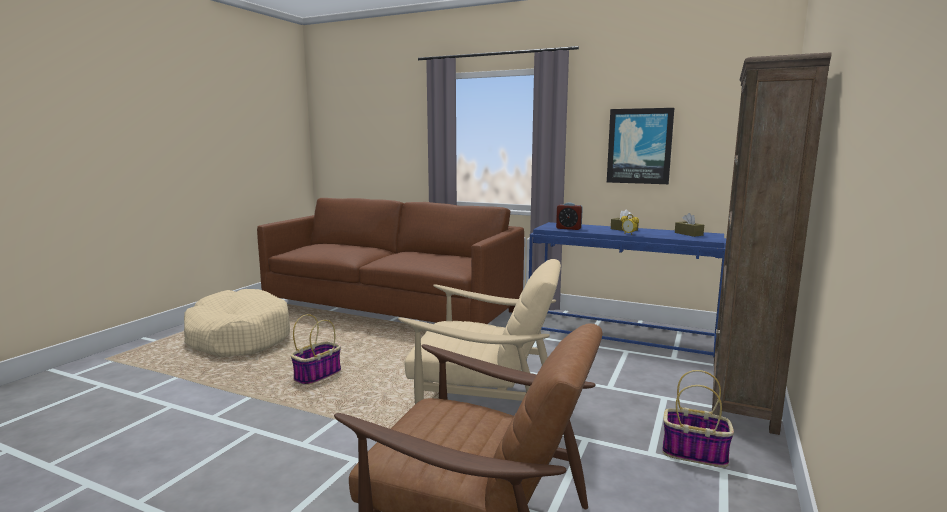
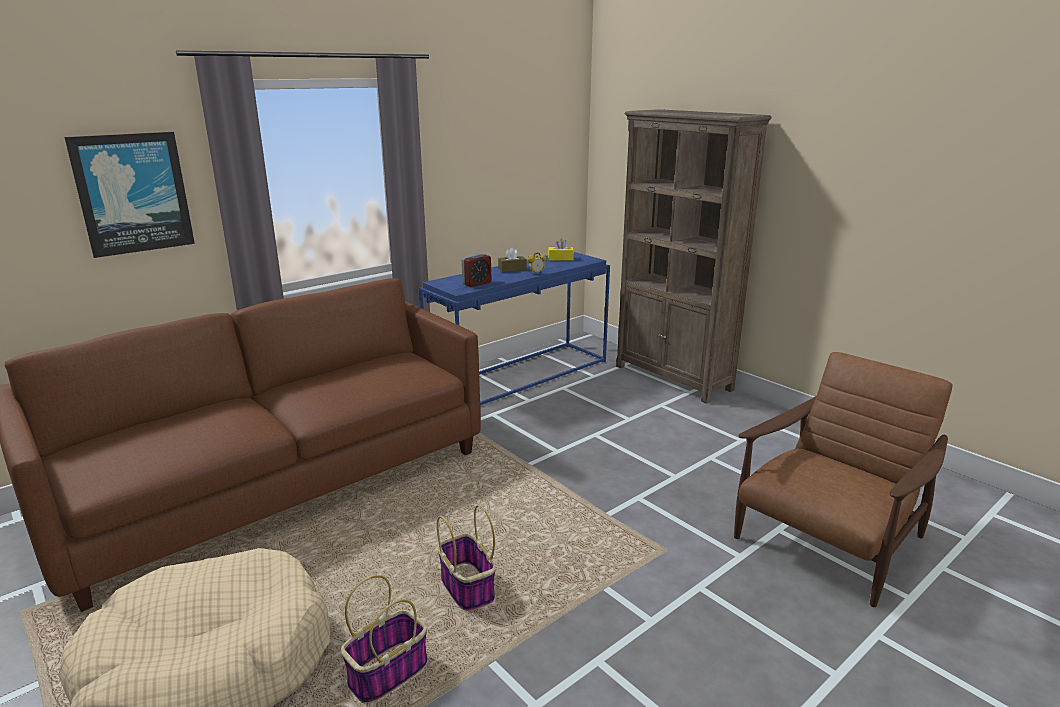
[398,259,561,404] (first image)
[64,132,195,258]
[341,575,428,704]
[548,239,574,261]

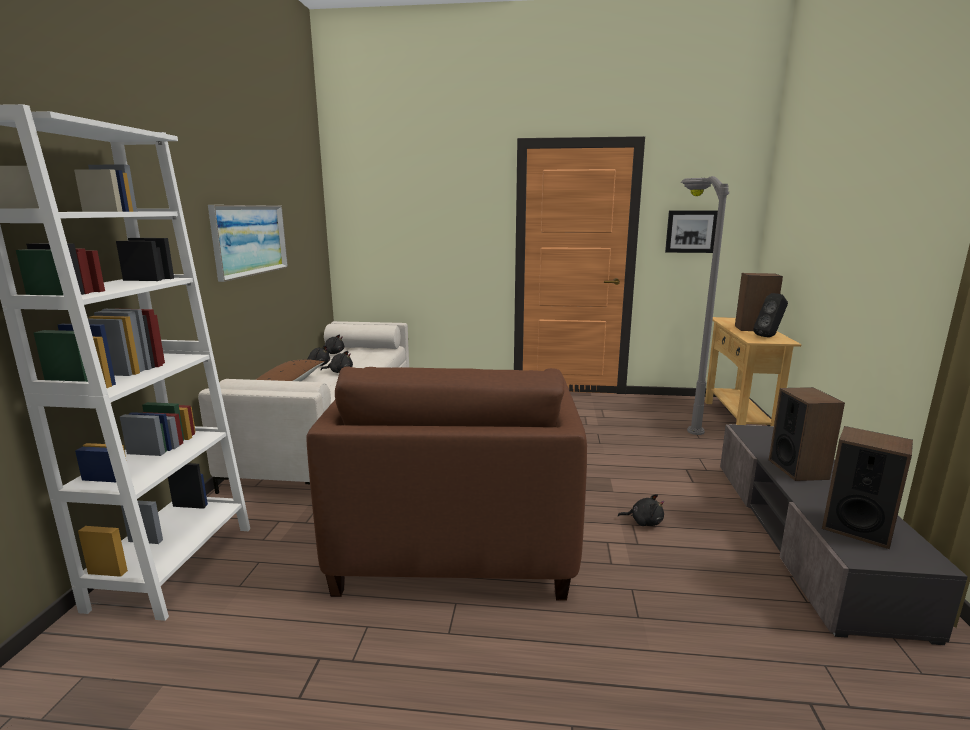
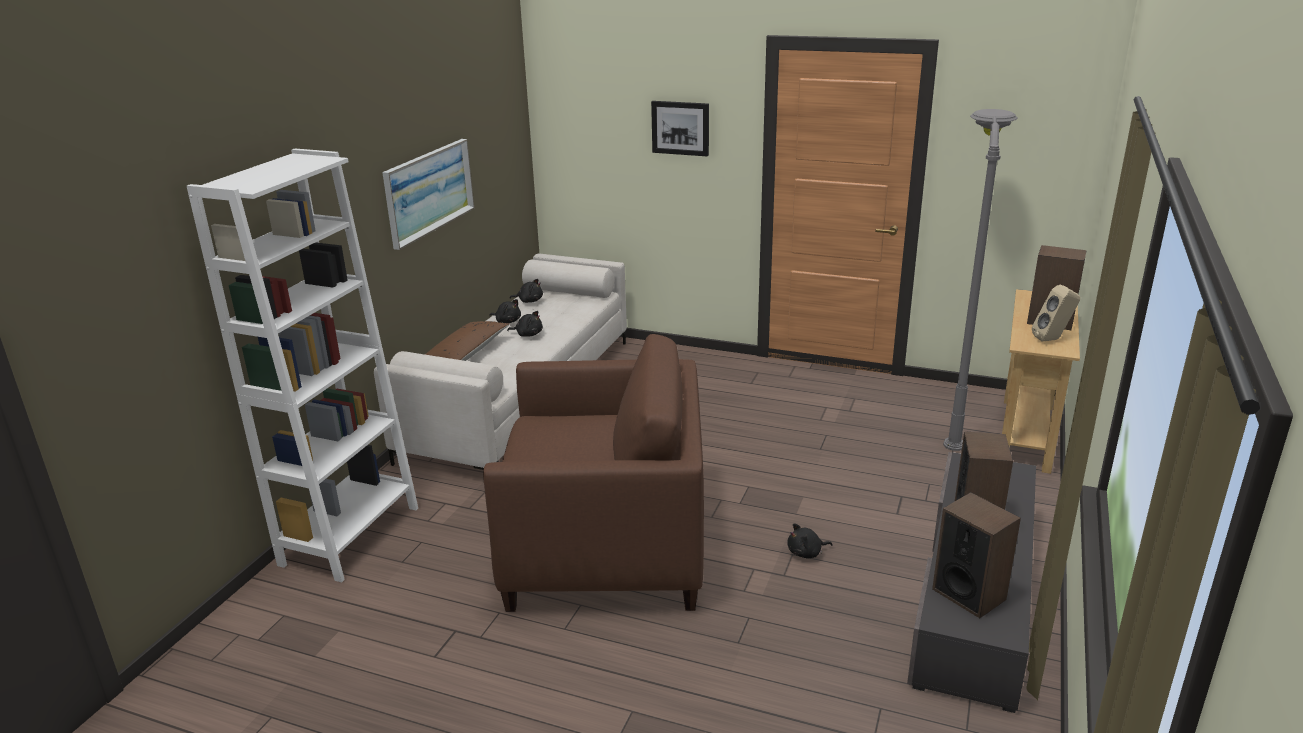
[483,334,704,612]
[787,523,833,558]
[651,101,709,156]
[1032,285,1080,341]

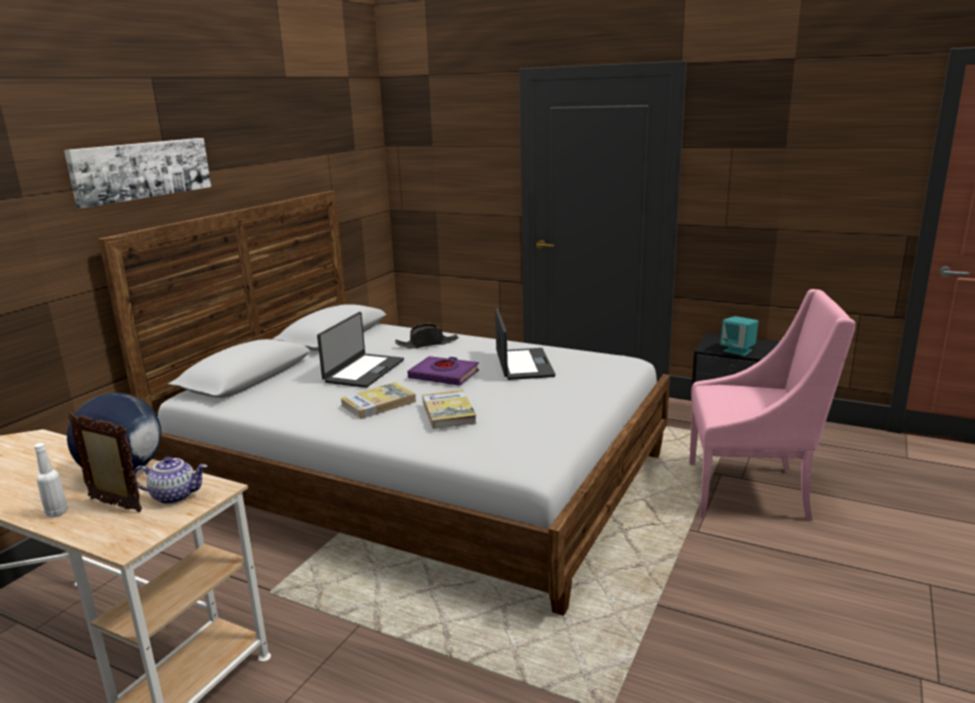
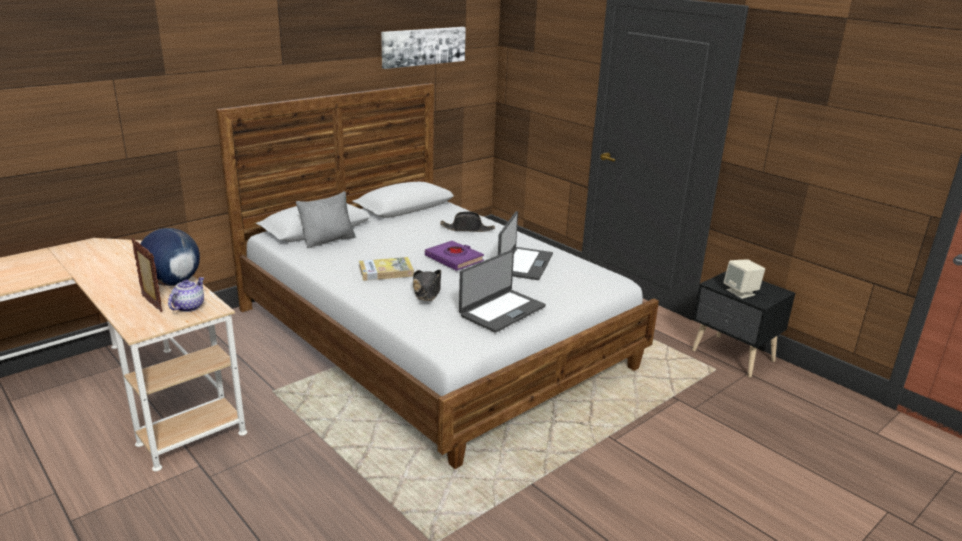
[34,443,68,517] (first image)
[381,27,466,69]
[168,277,204,312]
[459,250,546,333]
[413,270,441,301]
[689,289,856,521] (first image)
[724,259,765,299]
[296,191,355,248]

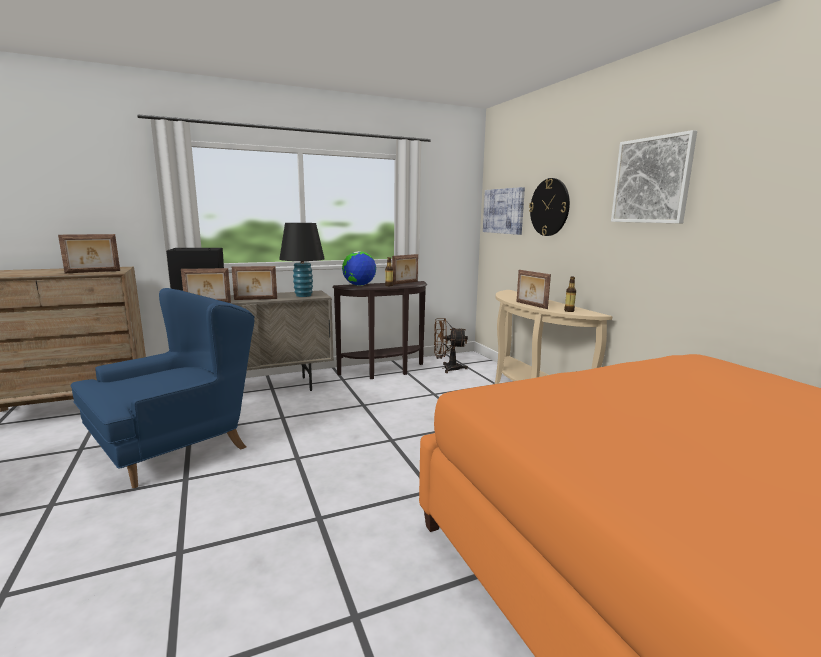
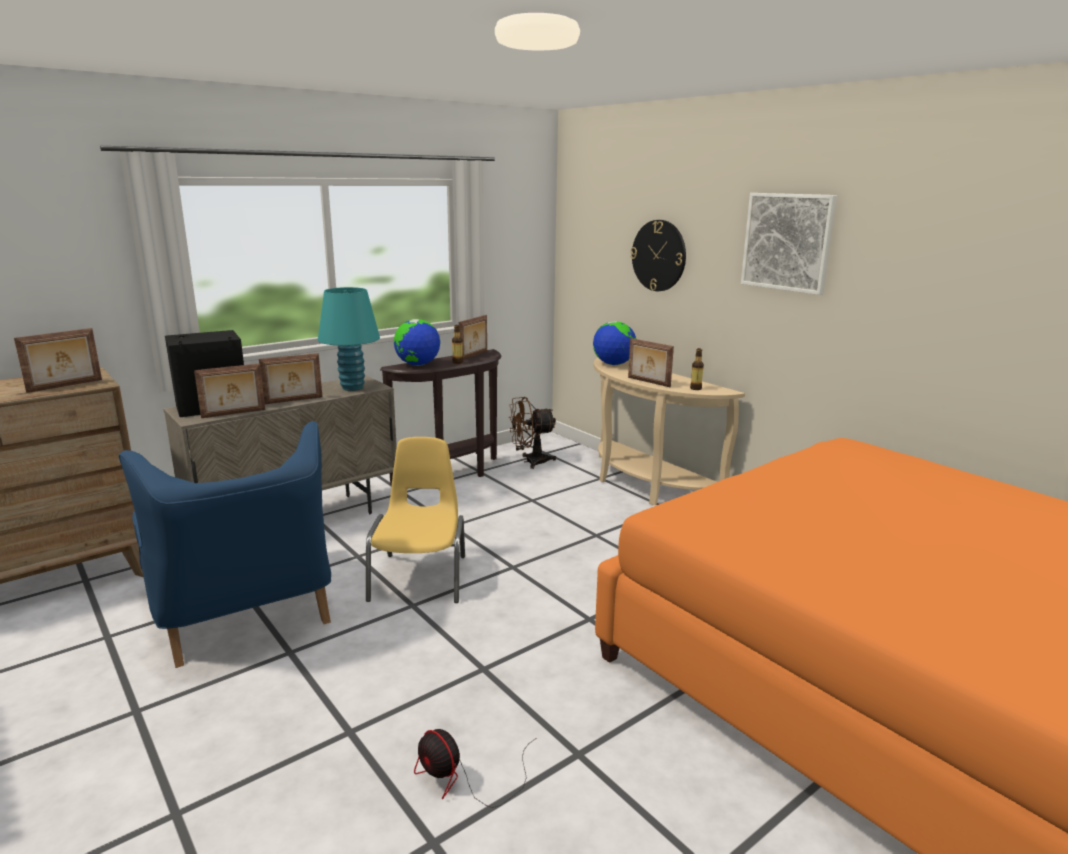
[119,421,331,668]
[318,287,380,391]
[483,187,525,235] (first image)
[366,437,465,603]
[414,729,536,808]
[593,321,636,365]

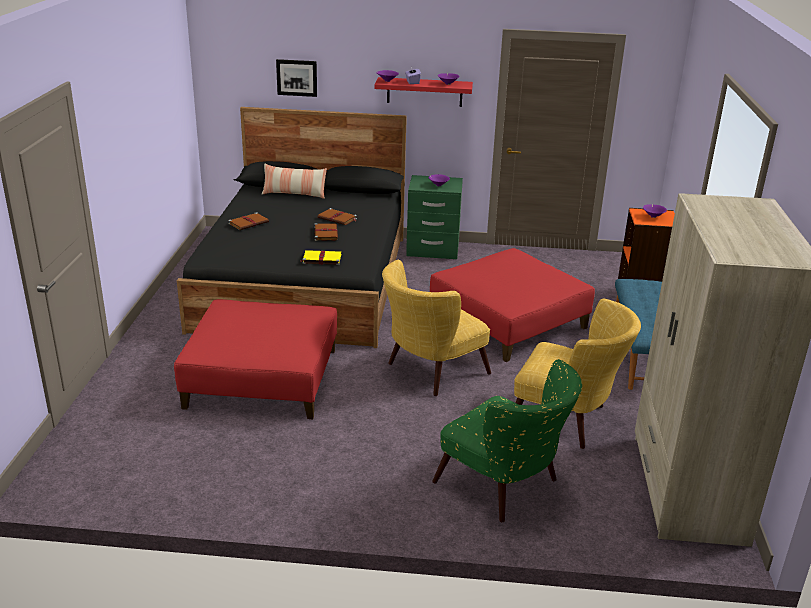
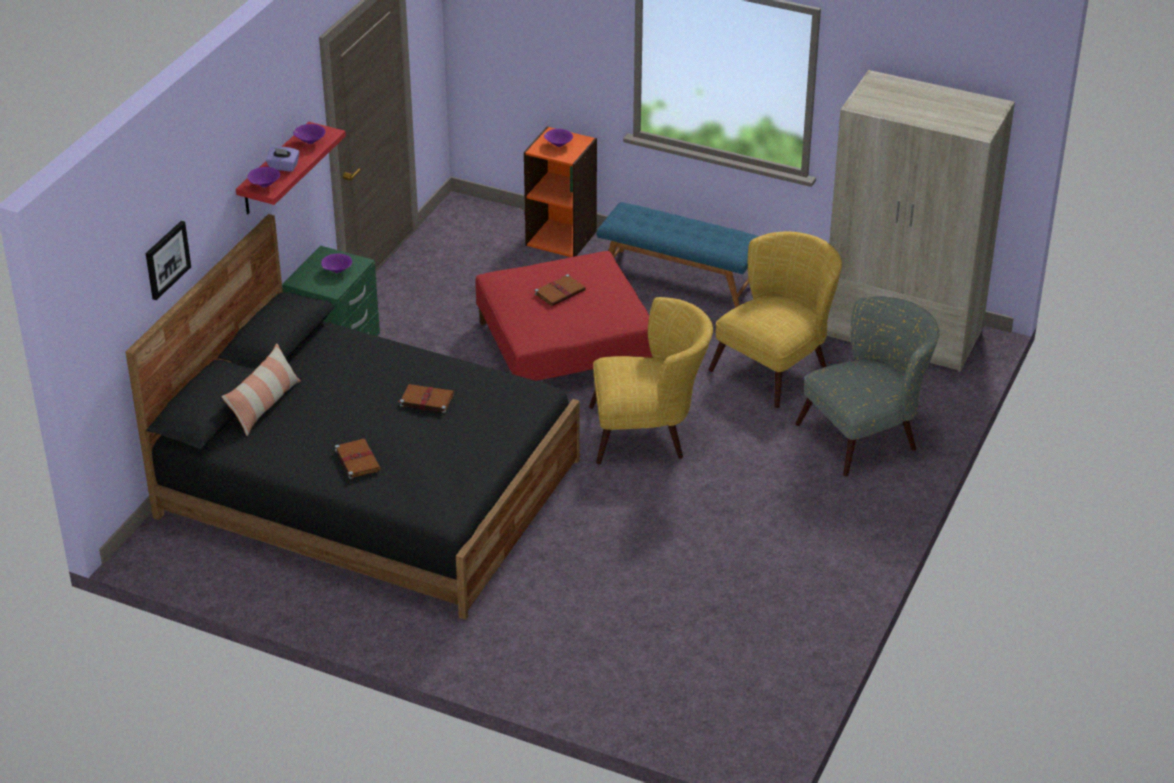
[174,299,337,419] (first image)
[300,250,341,265] (first image)
[534,274,586,306]
[589,297,713,464]
[795,296,940,476]

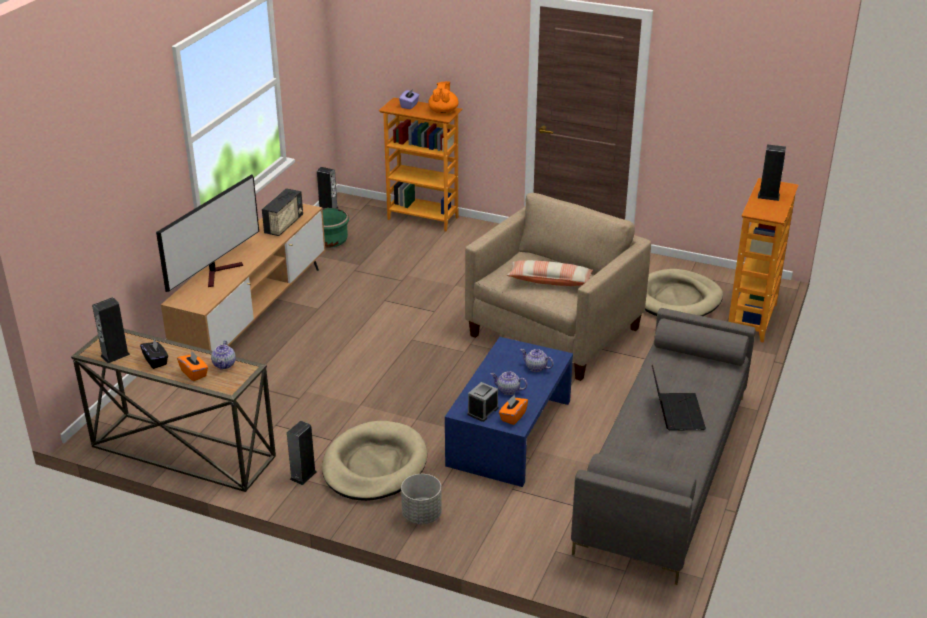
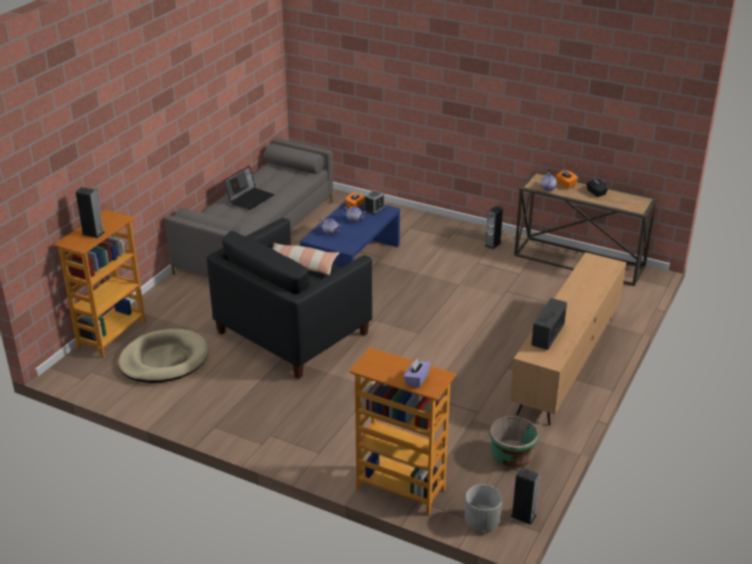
[92,297,130,363] (first image)
[156,174,259,292] (first image)
[322,421,427,501] (first image)
[465,484,502,531]
[428,81,459,114] (first image)
[207,218,372,379]
[224,166,274,210]

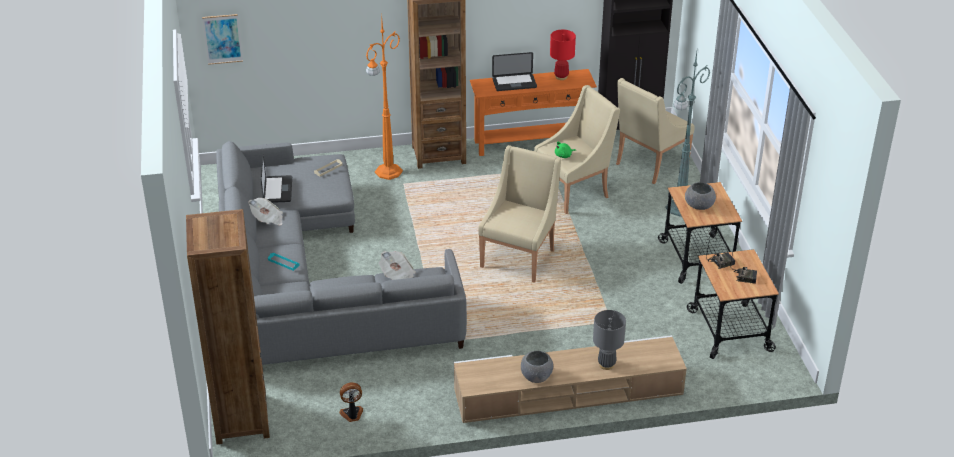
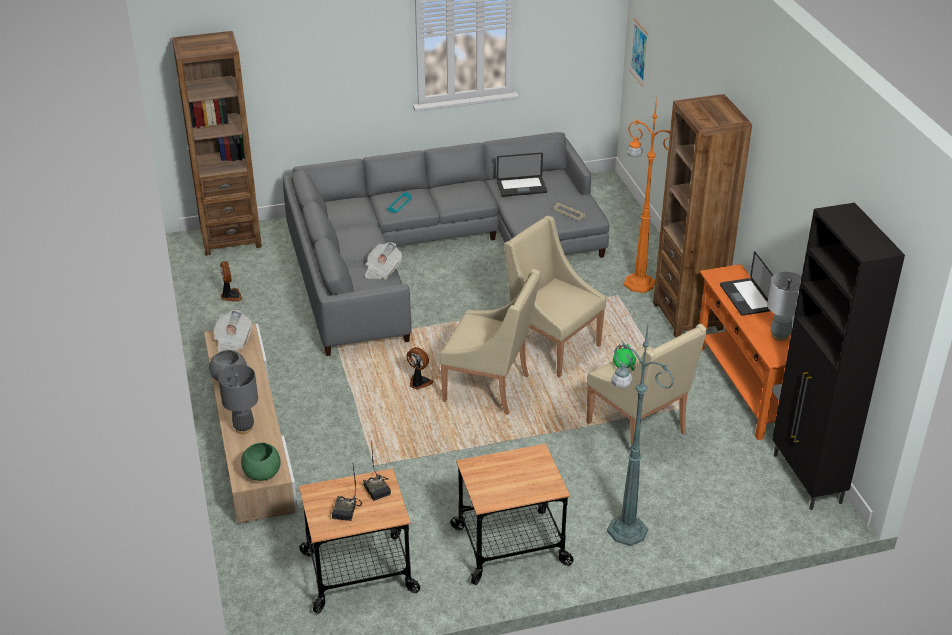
[213,310,253,352]
[767,272,802,341]
[504,216,606,378]
[685,182,716,210] (first image)
[241,443,281,481]
[407,347,433,390]

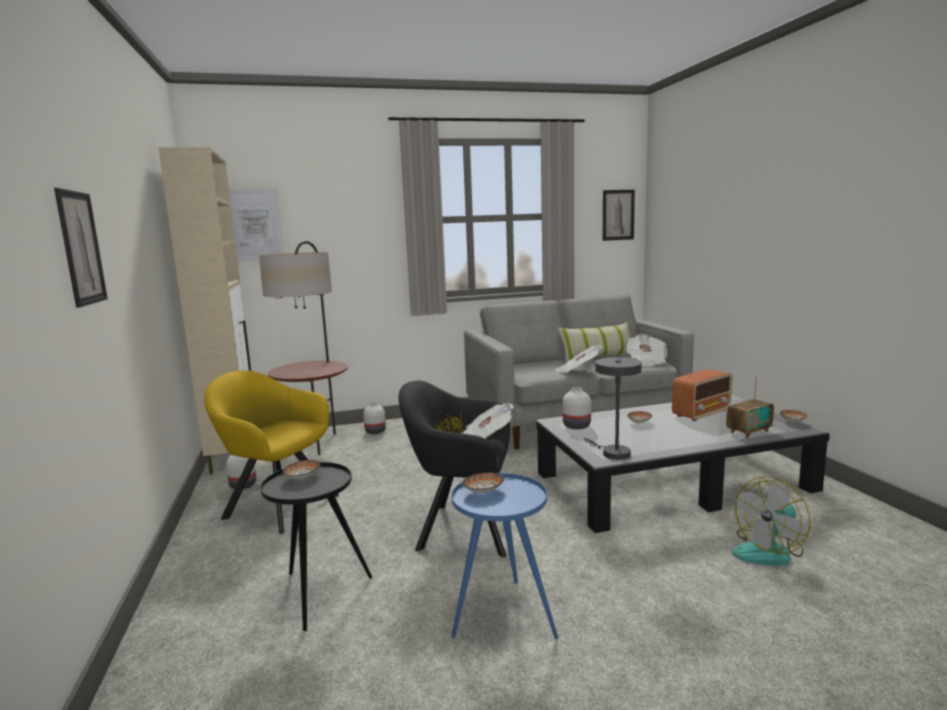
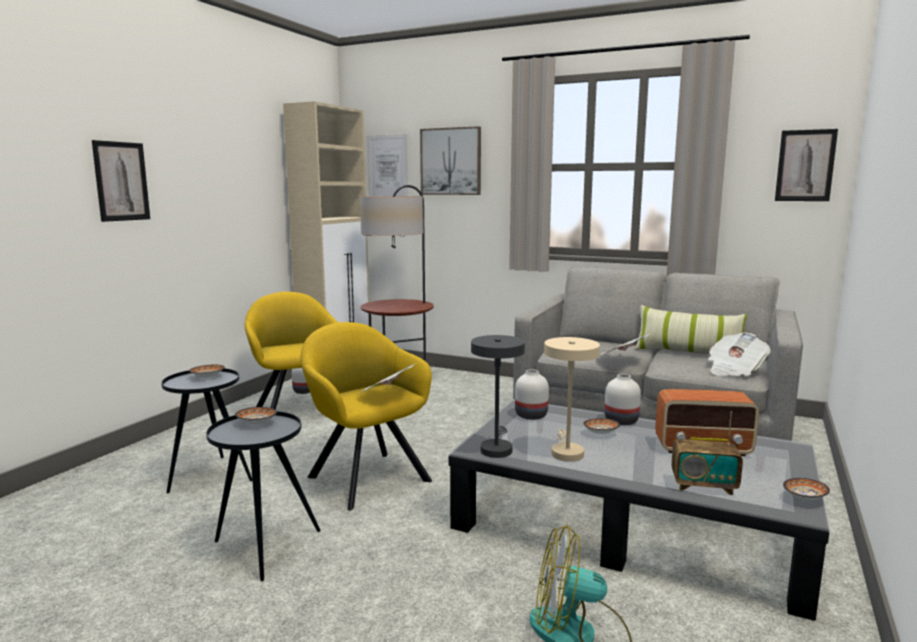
[604,374,641,425]
[300,322,432,511]
[206,411,320,581]
[420,126,481,195]
[544,337,600,462]

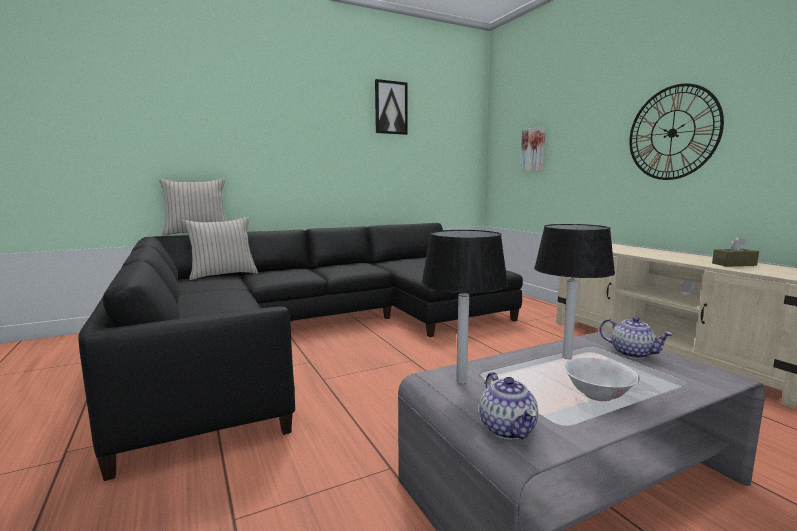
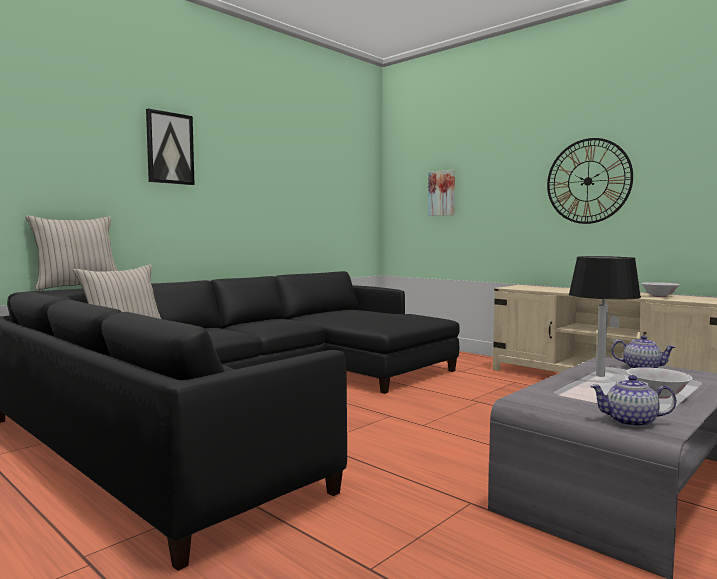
[146,109,195,185]
[421,230,508,384] (first image)
[590,375,676,427]
[641,282,680,297]

